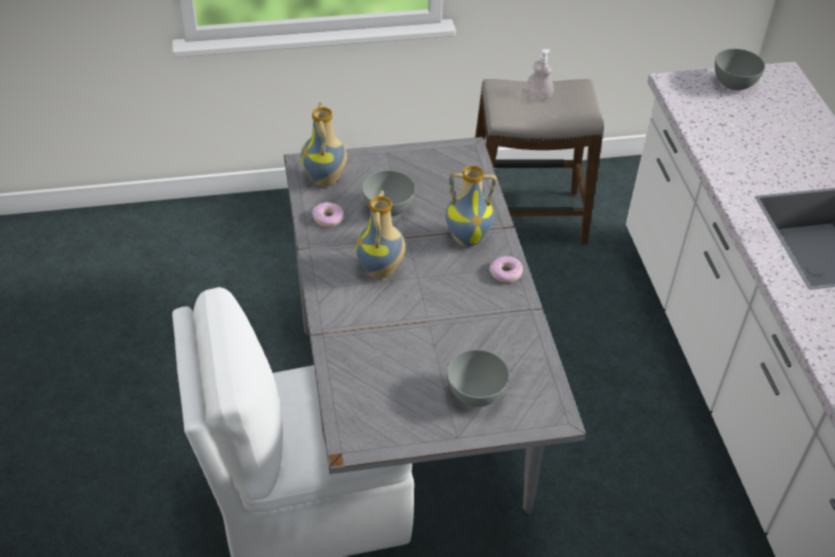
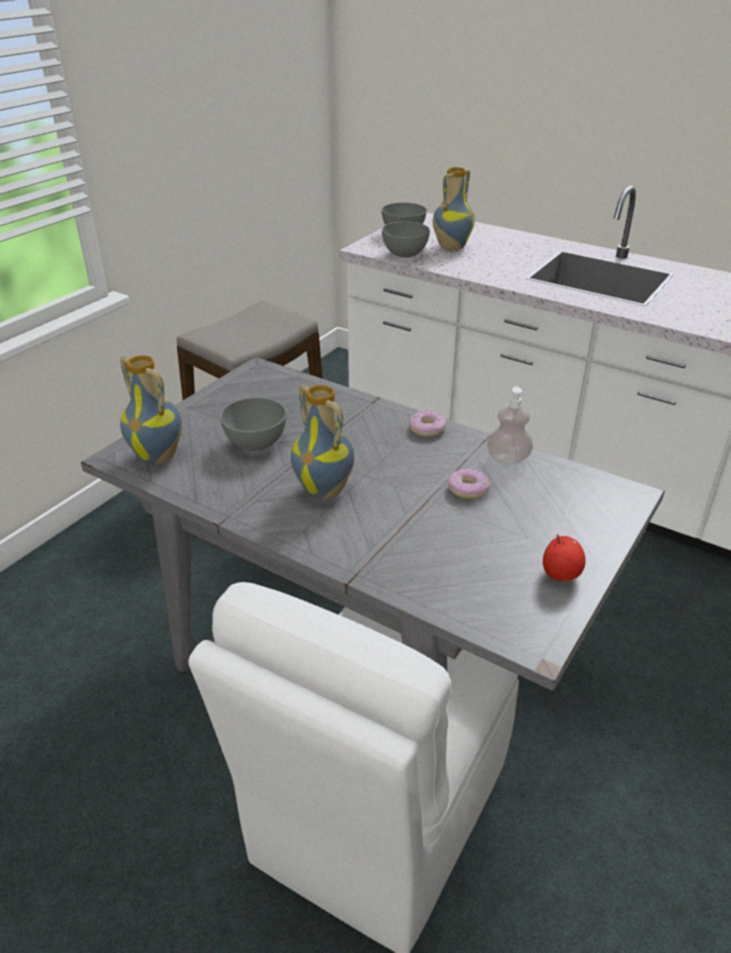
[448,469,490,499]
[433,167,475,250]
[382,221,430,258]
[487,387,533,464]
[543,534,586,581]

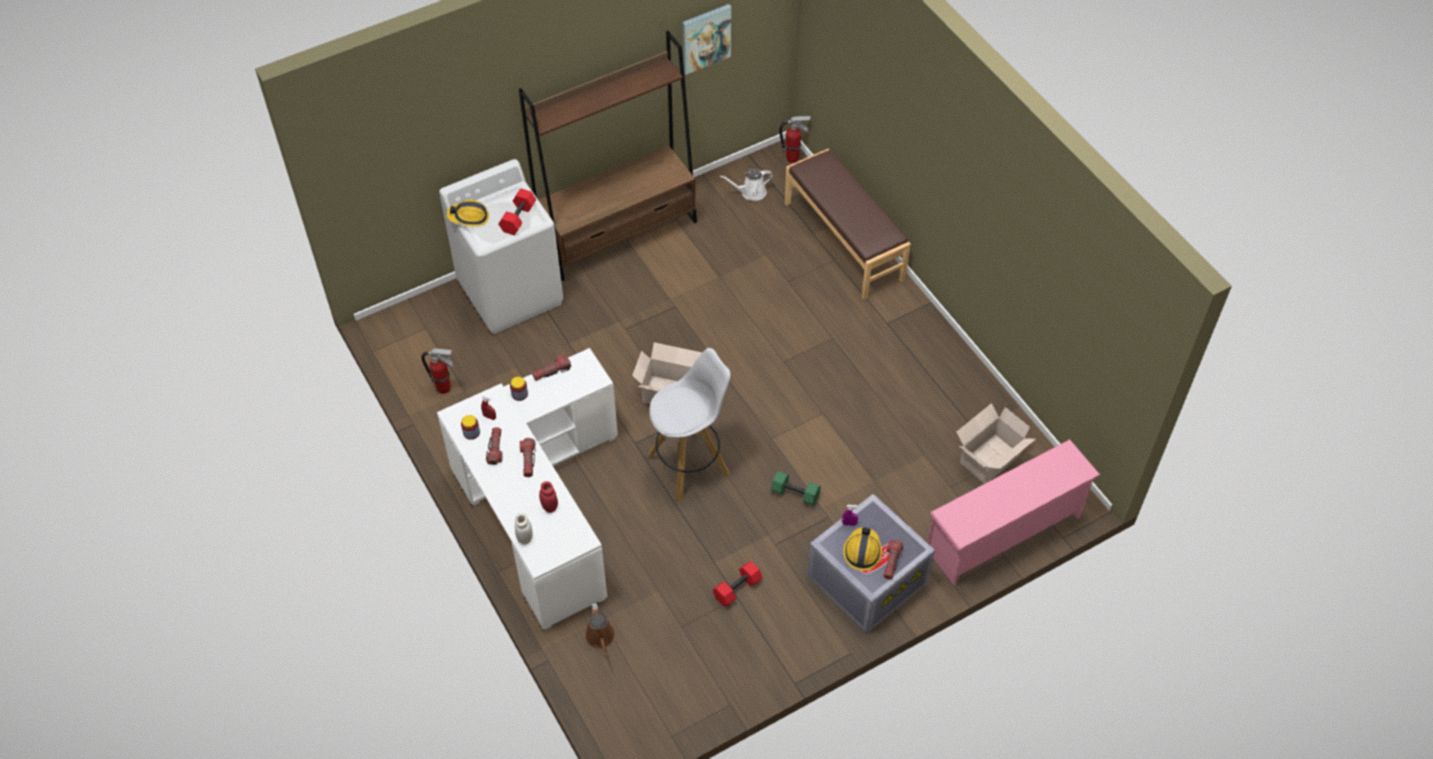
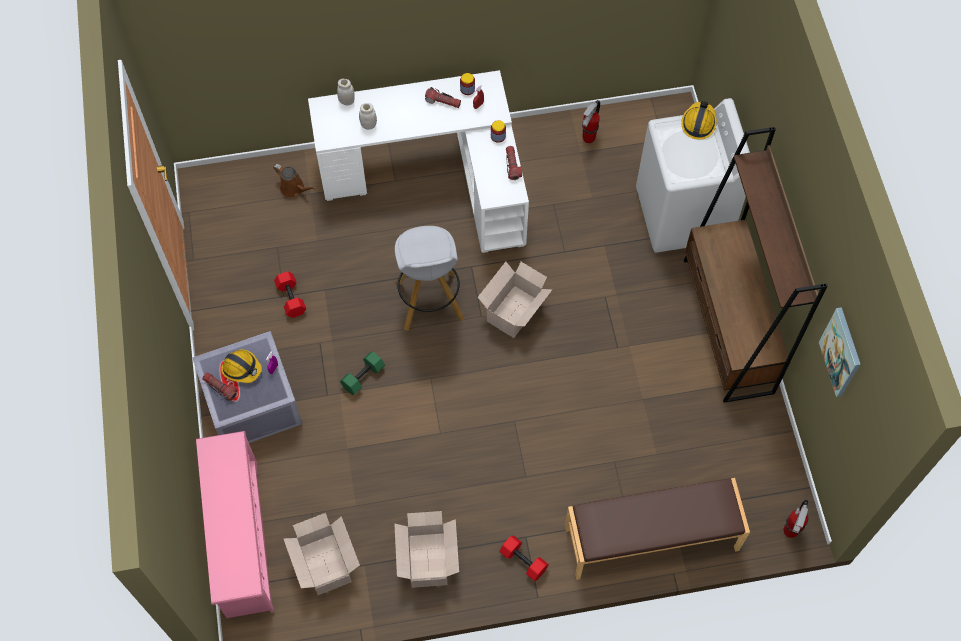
[499,535,549,581]
[520,438,536,477] (first image)
[359,103,377,130]
[273,164,316,198]
[720,169,773,201] (first image)
[394,511,459,588]

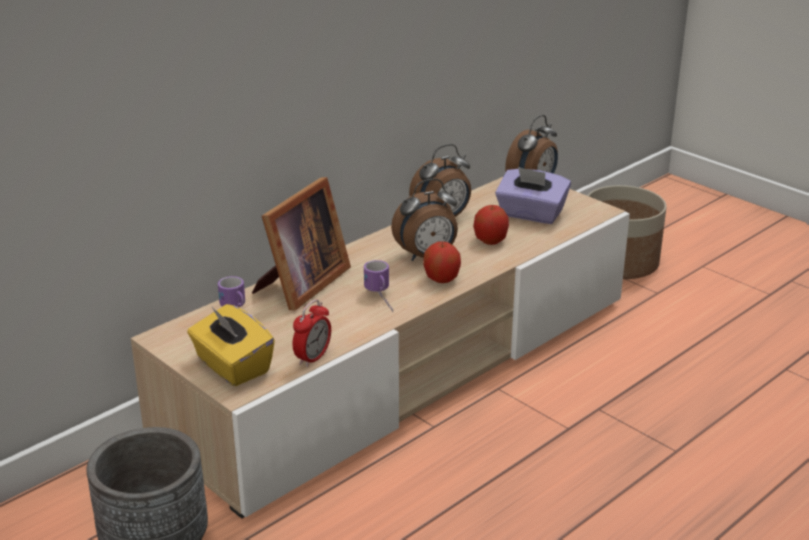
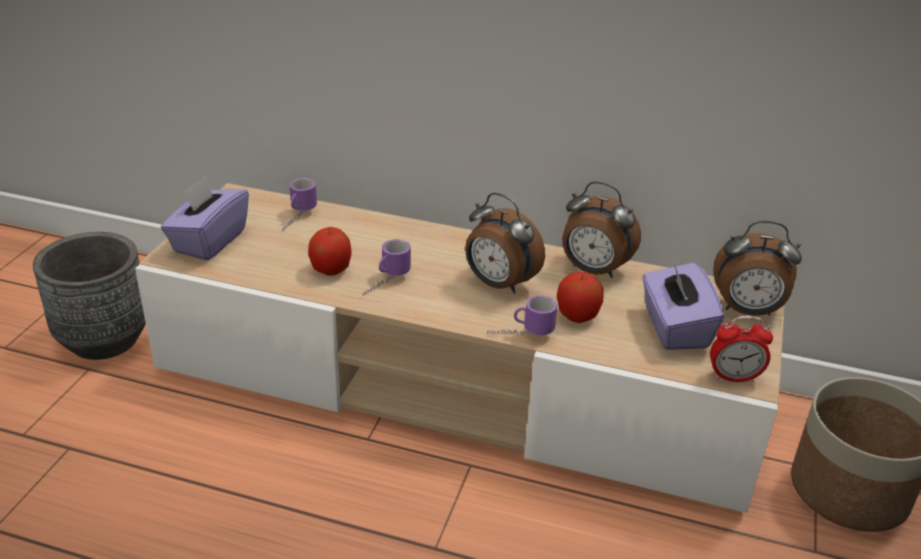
[161,176,249,260]
[252,177,351,310] (first image)
[710,316,773,382]
[308,227,352,276]
[487,295,557,335]

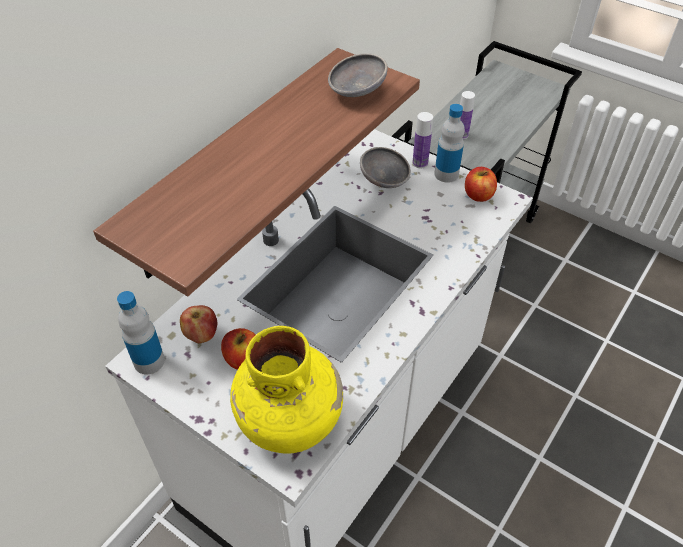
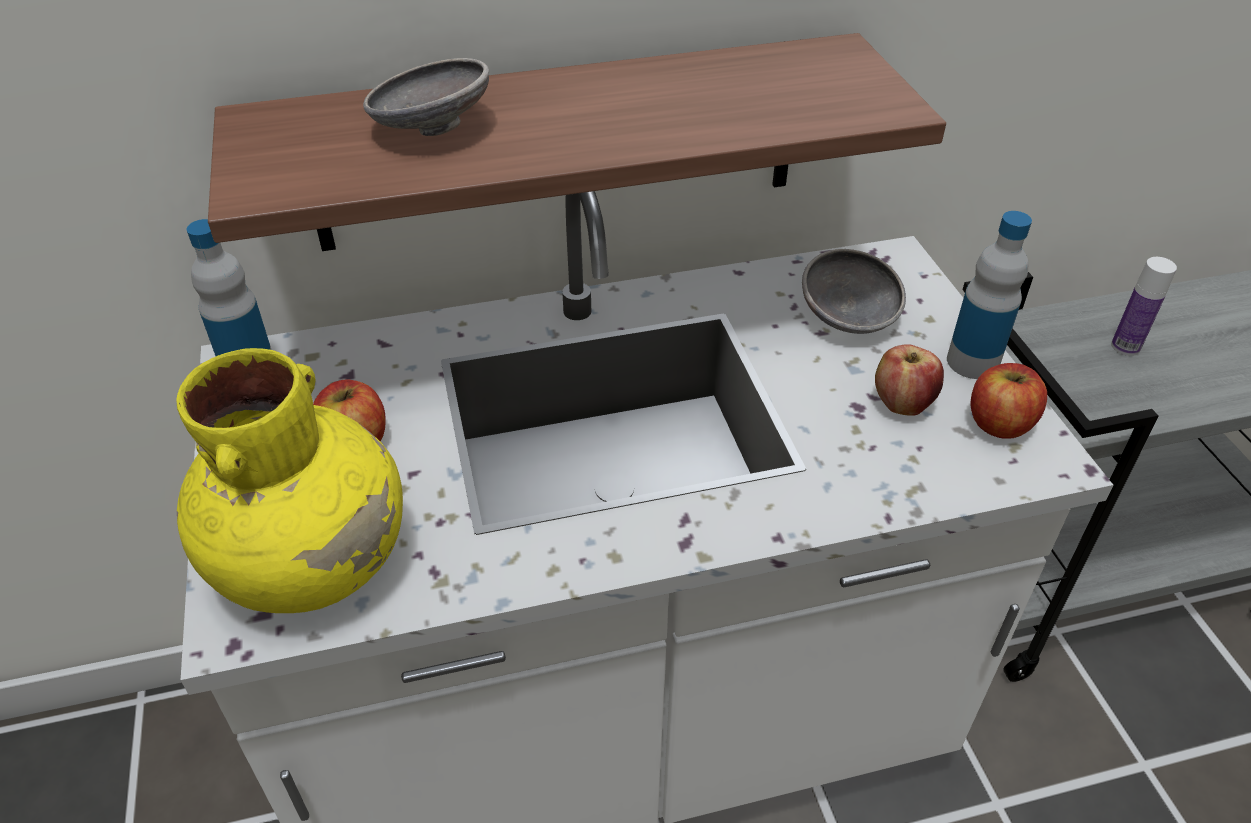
[875,344,944,416]
[363,58,489,136]
[412,112,433,168] (first image)

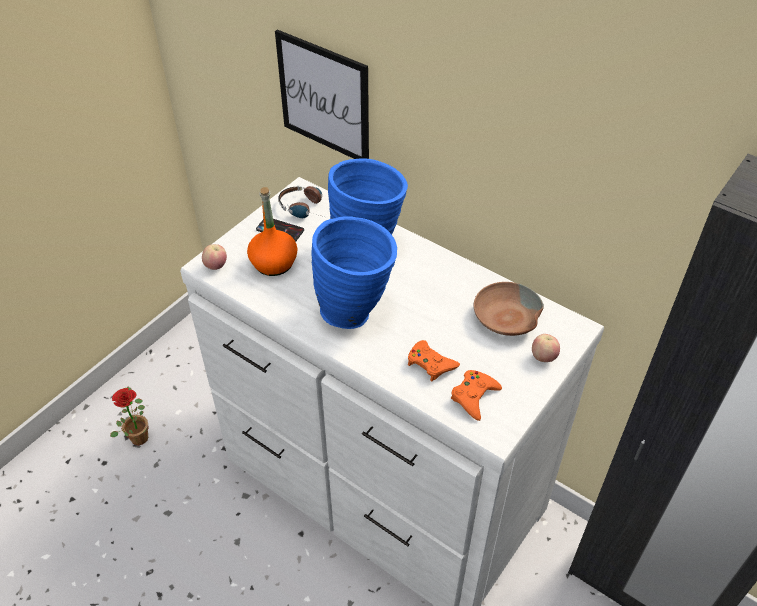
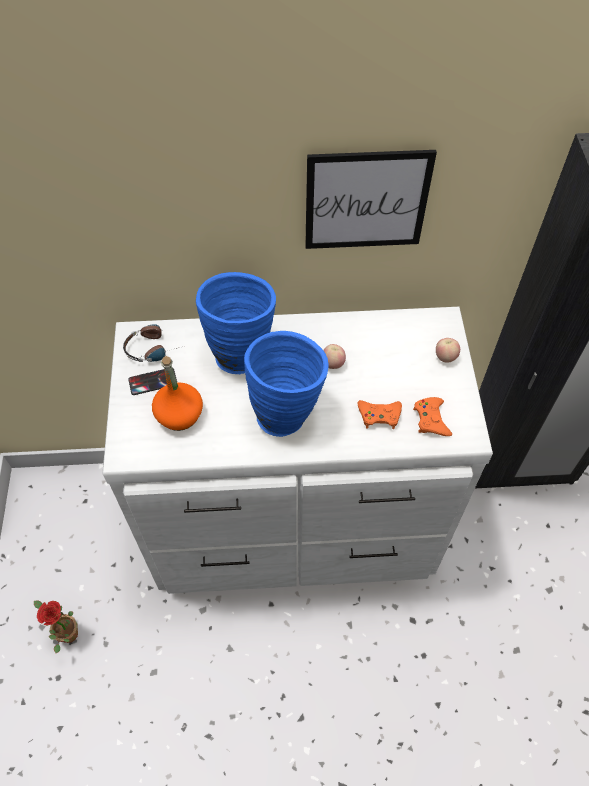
[324,344,346,369]
[305,150,437,249]
[474,282,544,336] (first image)

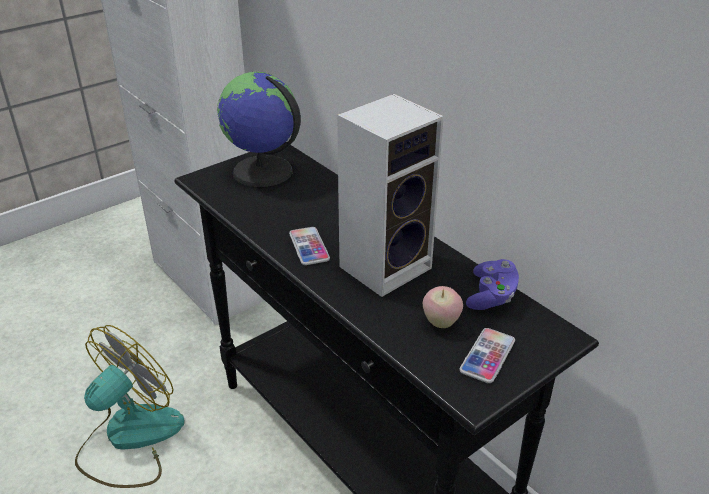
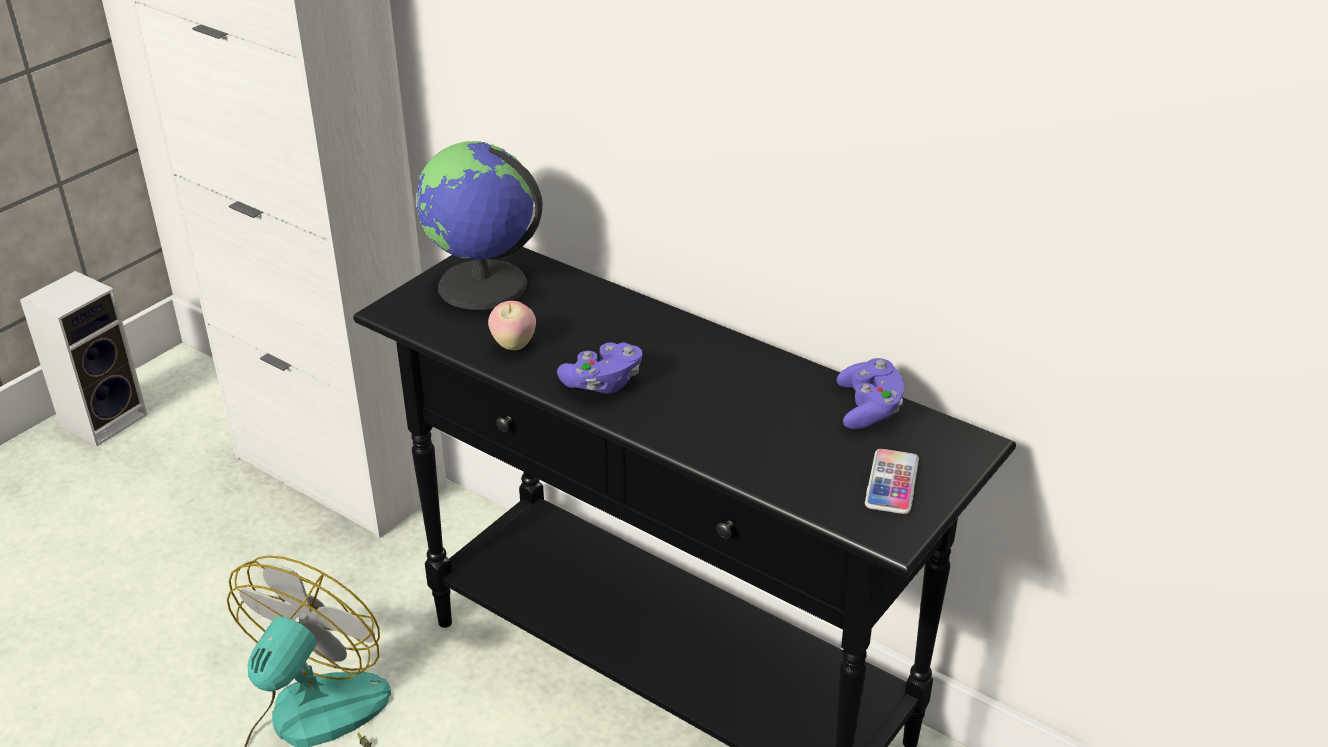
[557,342,643,394]
[20,271,147,446]
[488,301,536,350]

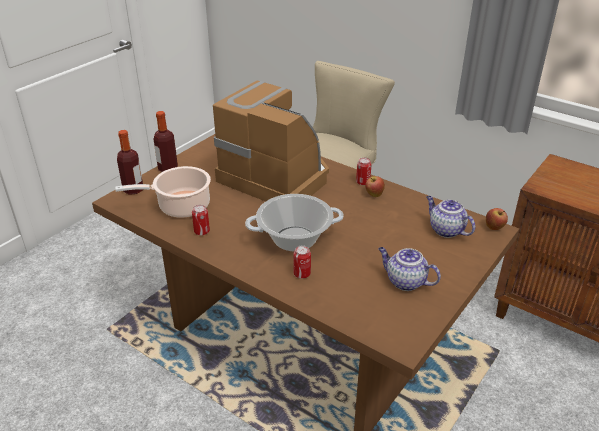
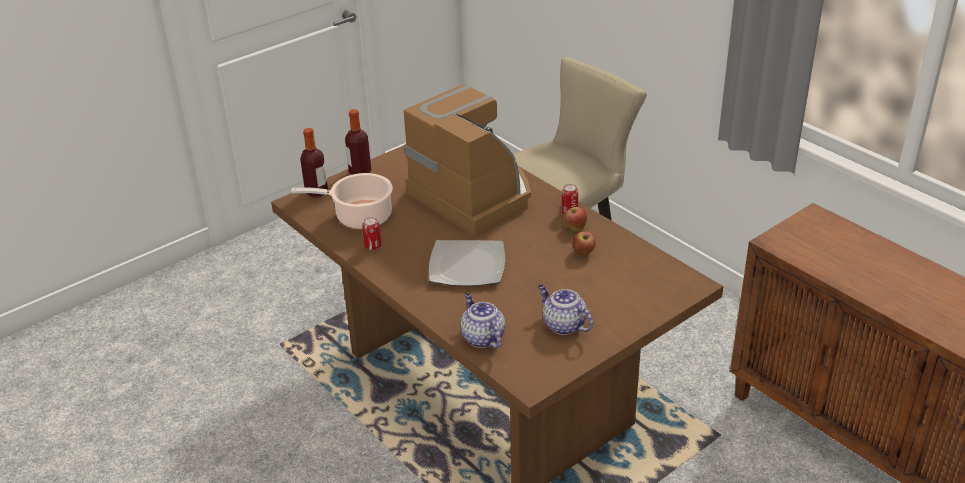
[429,240,505,286]
[293,245,311,279] (first image)
[461,293,505,349]
[572,232,596,256]

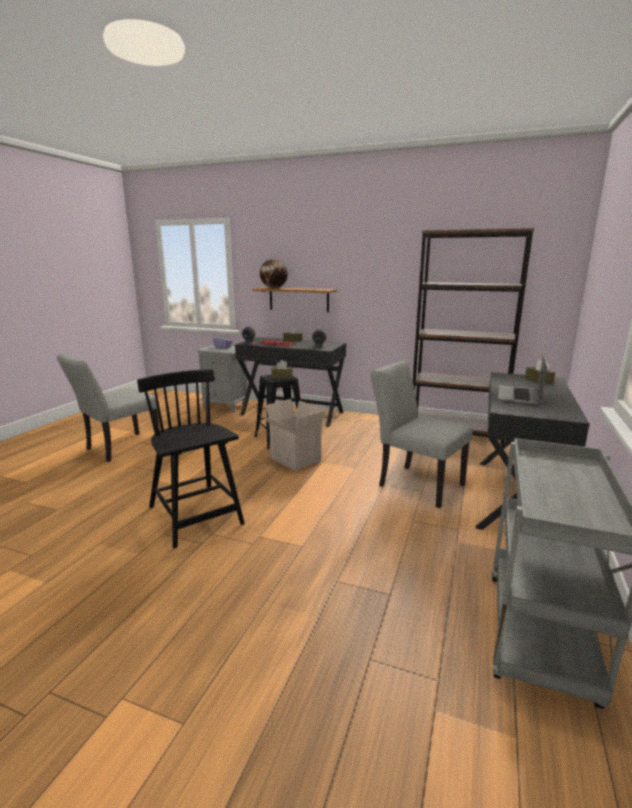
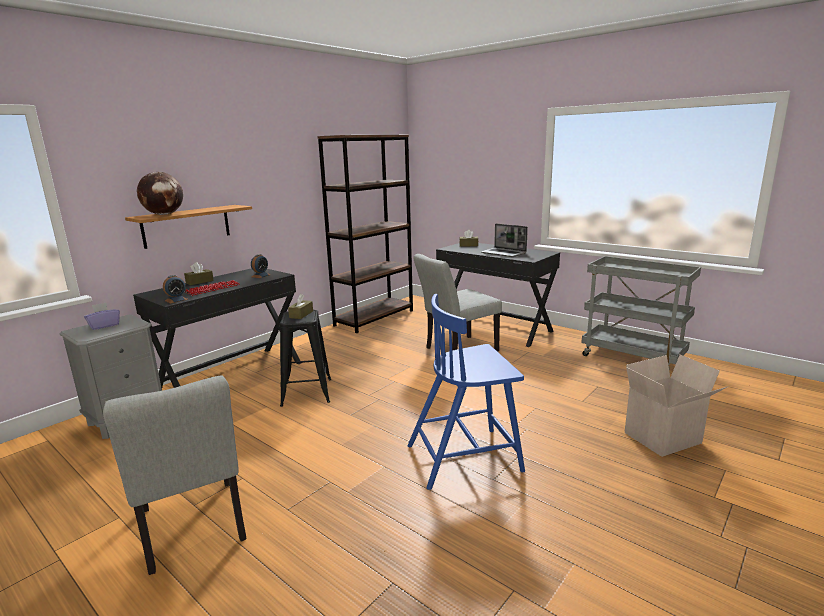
[407,294,525,490]
[625,354,727,457]

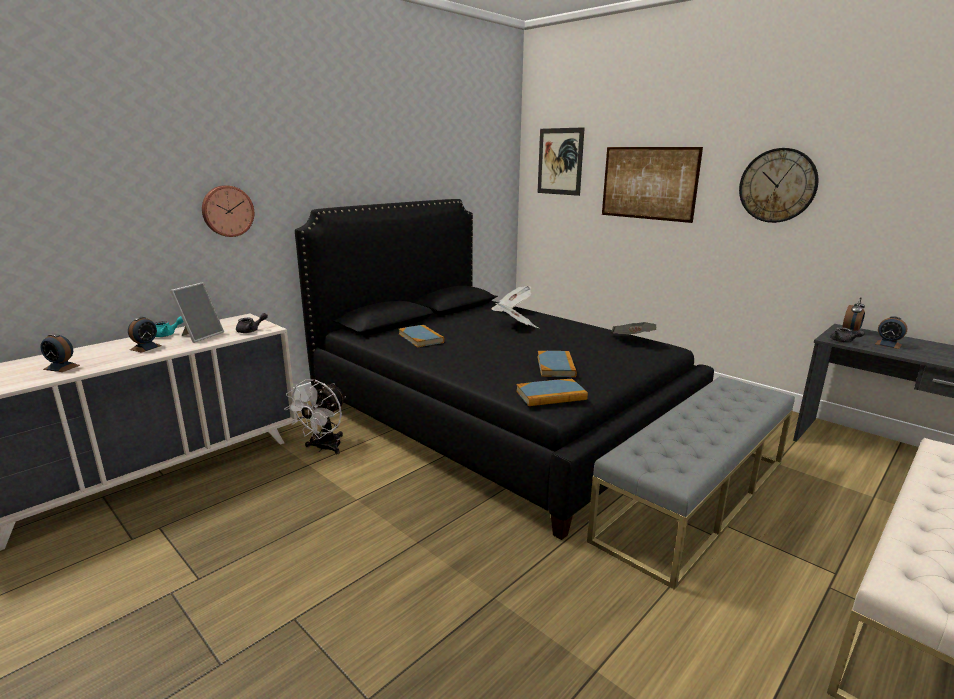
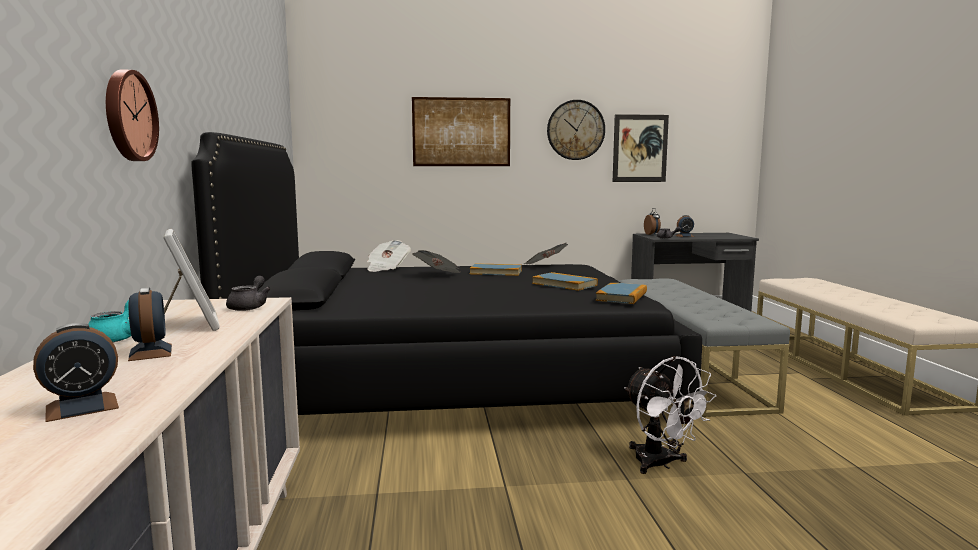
[624,356,716,474]
[470,263,522,276]
[613,114,669,182]

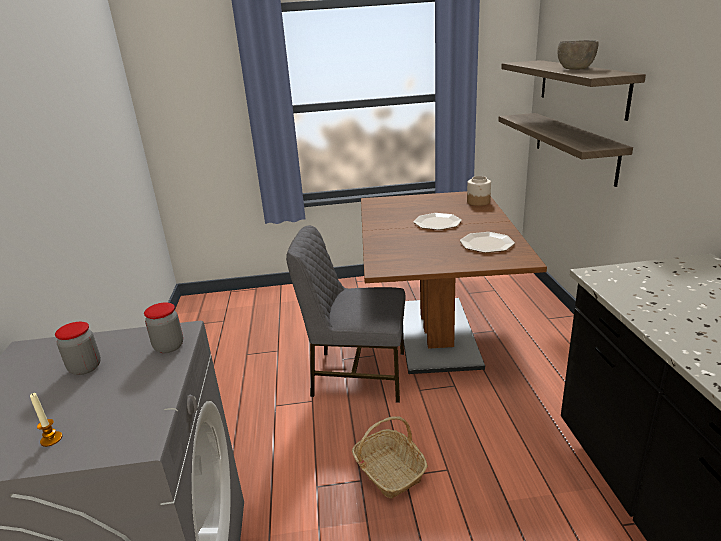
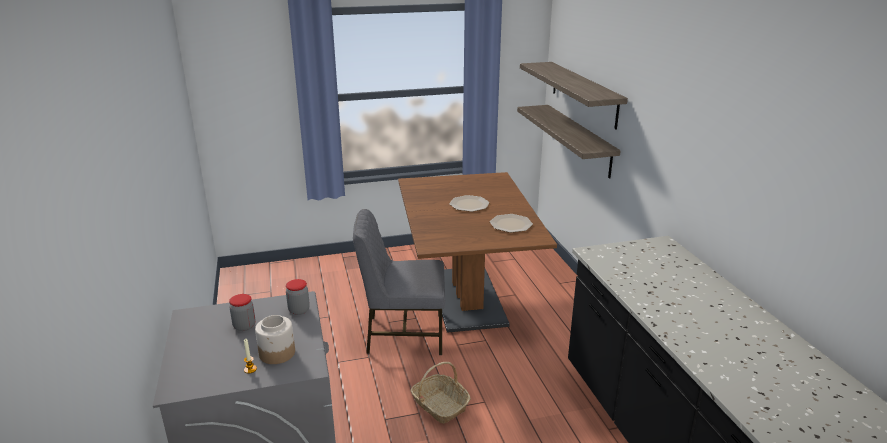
[255,315,295,364]
[557,40,599,70] (first image)

